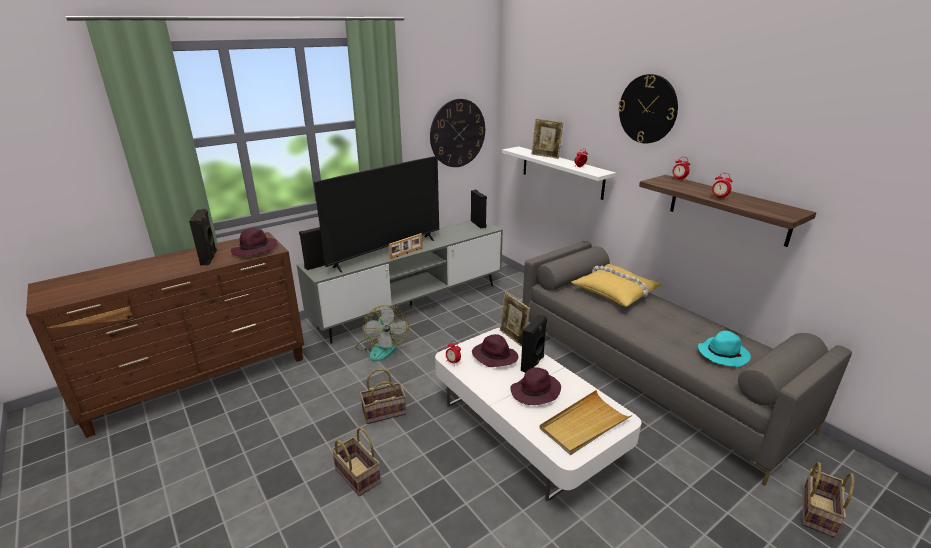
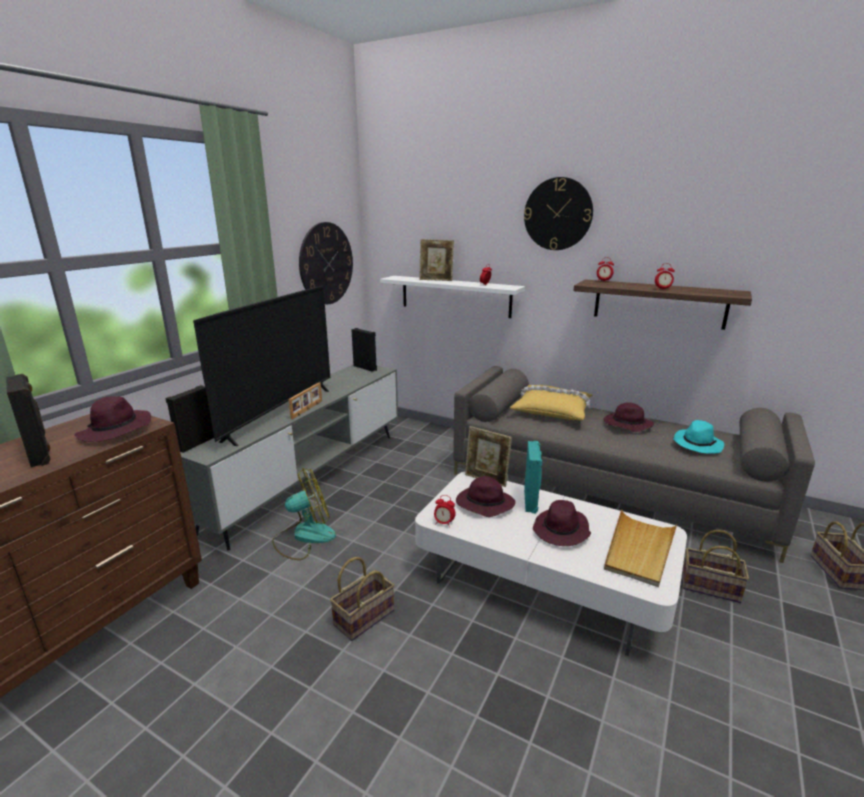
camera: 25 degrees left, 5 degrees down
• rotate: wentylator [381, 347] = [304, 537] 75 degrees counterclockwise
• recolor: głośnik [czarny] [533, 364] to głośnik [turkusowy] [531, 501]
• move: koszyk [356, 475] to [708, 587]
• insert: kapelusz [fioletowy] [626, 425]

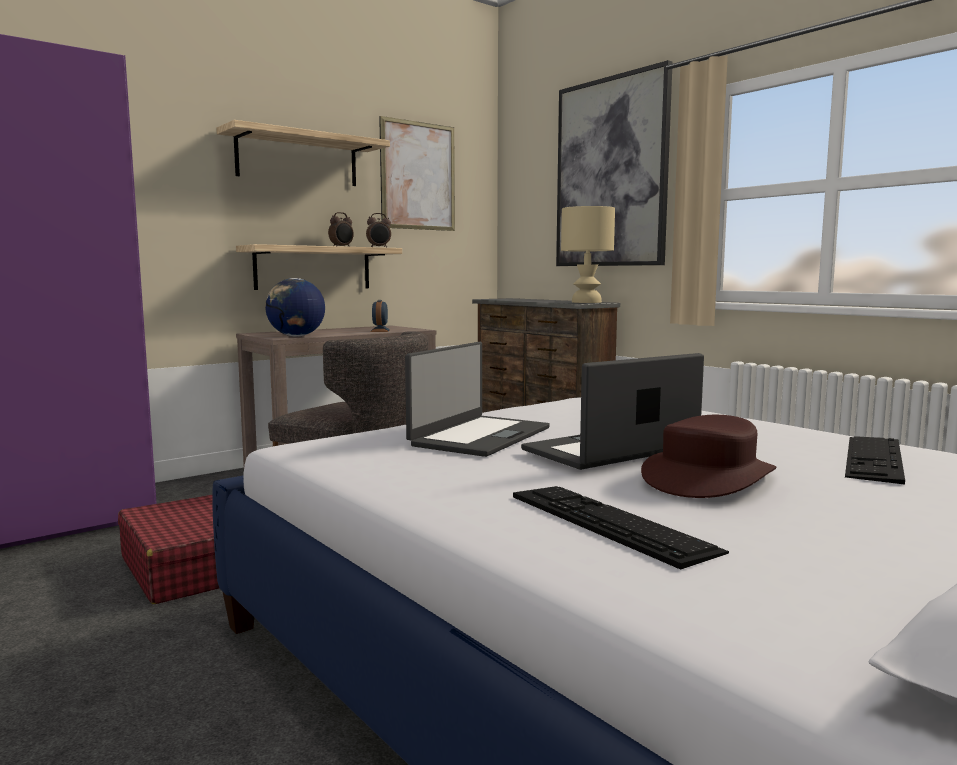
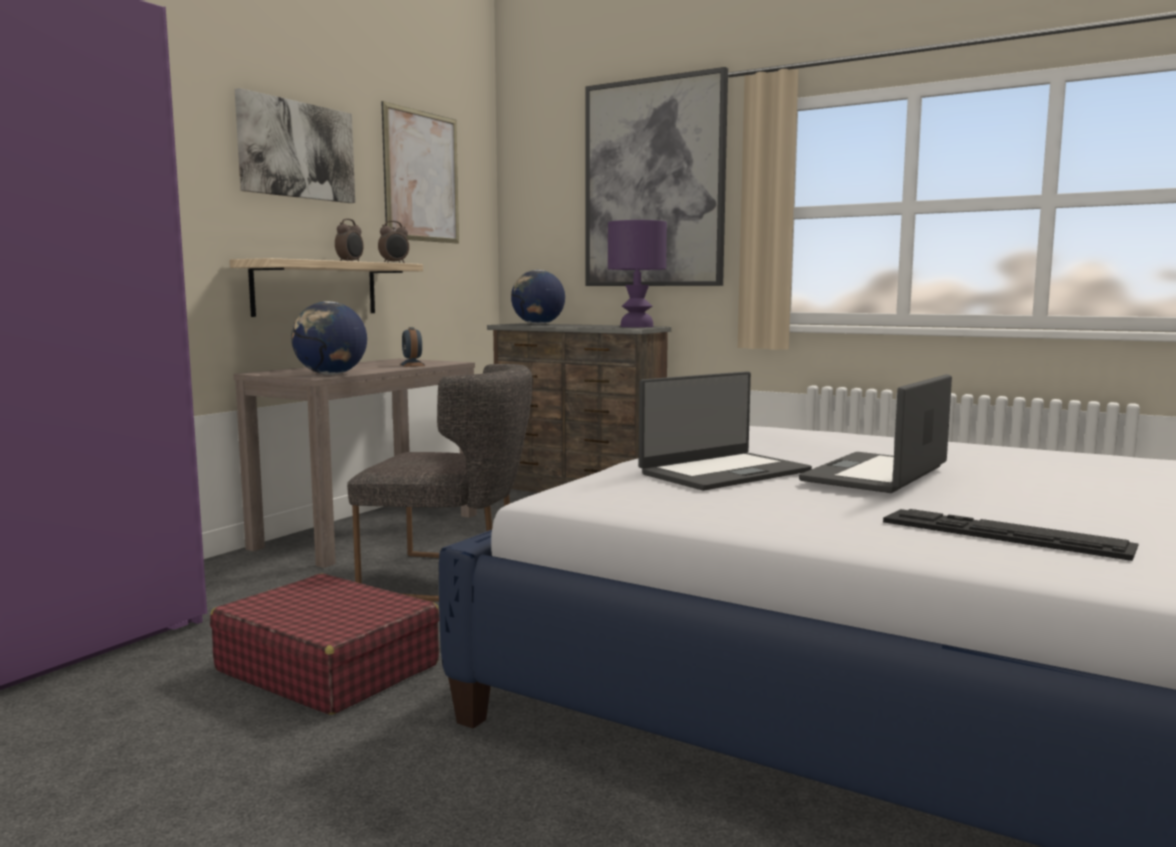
camera: 20 degrees left, 0 degrees up
• replace: półka [297, 159] to obraz [296, 150]
• recolor: lampa stołowa [beżowy] [585, 302] to lampa stołowa [fioletowy] [636, 326]
• rotate: laptop [479, 436] = [723, 472] 45 degrees clockwise
• delete: kapelusz [brązowy] [707, 477]
• delete: klawiatura [873, 458]
• insert: globus [538, 324]

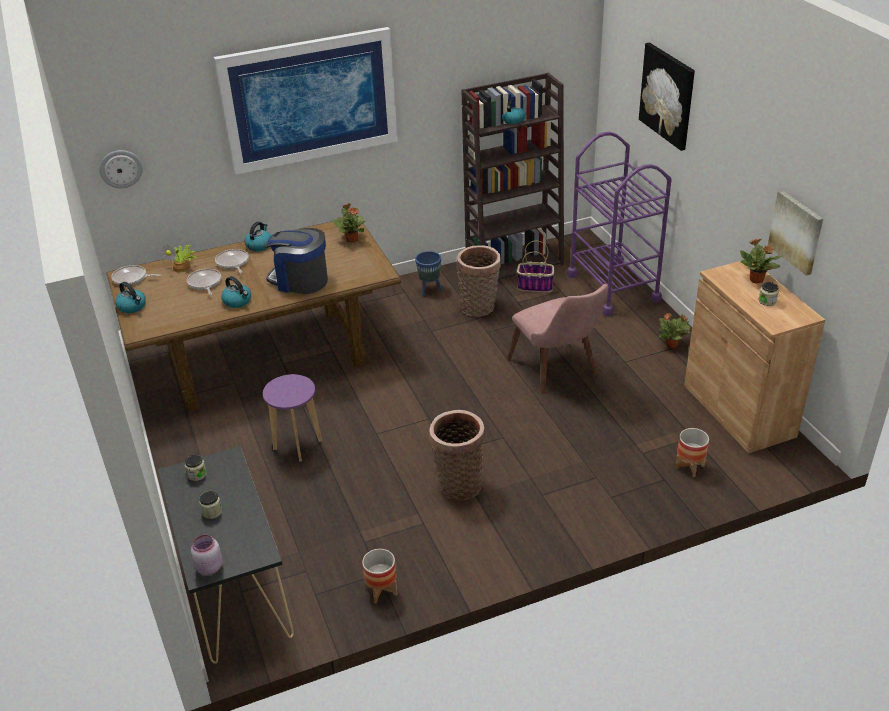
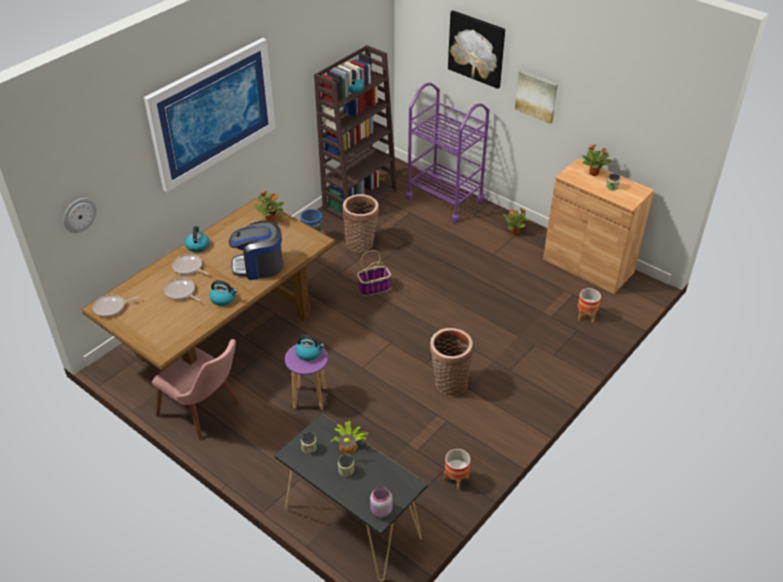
camera: 30 degrees left, 5 degrees up
• move: obraz [796, 232] to [536, 96]
• move: koszyk [535, 286] to [374, 287]
• move: roślina doniczkowa [183, 267] to [349, 445]
• move: czajnik [132, 307] to [309, 353]
• move: krzesło [różowy] [559, 371] to [206, 412]

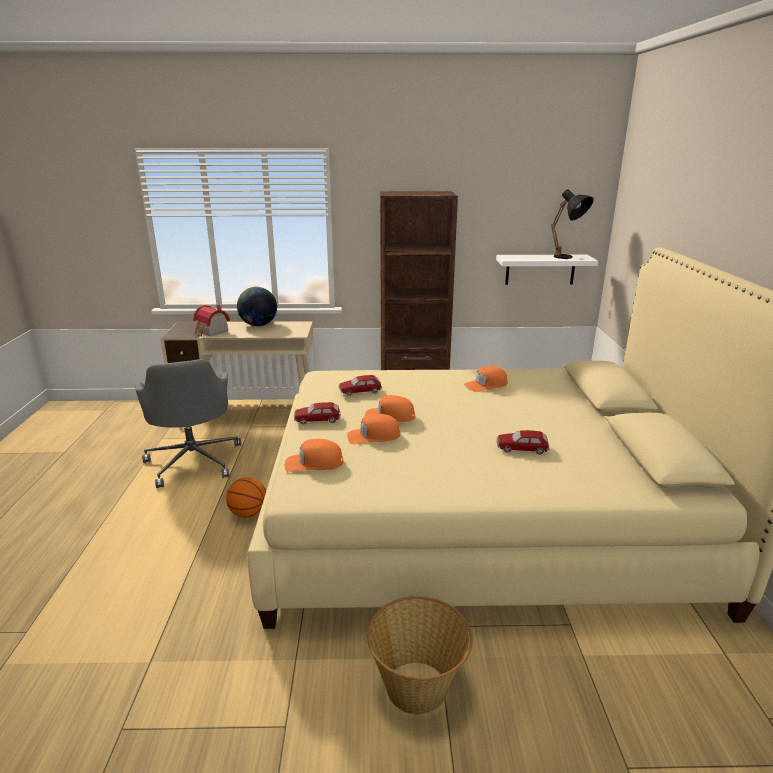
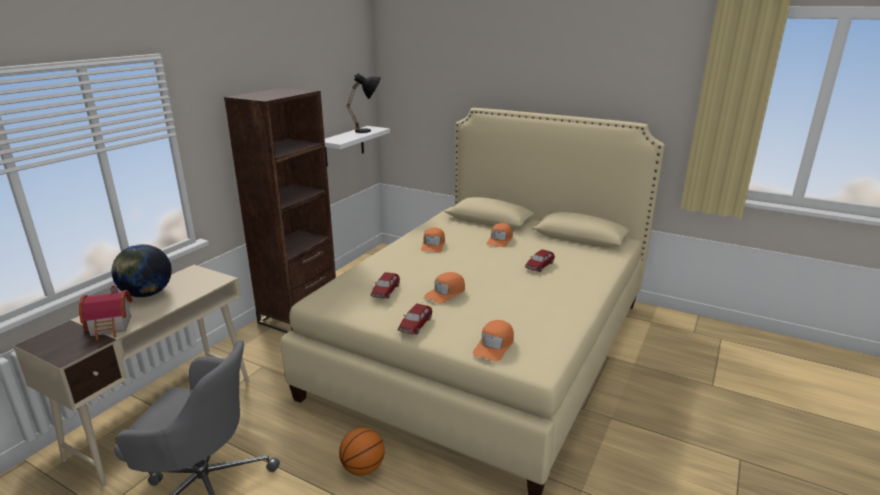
camera: 60 degrees left, 0 degrees up
• move: czapka z daszkiem [pomarańczowy] [373, 436] to [500, 240]
• delete: koszyk [418, 687]

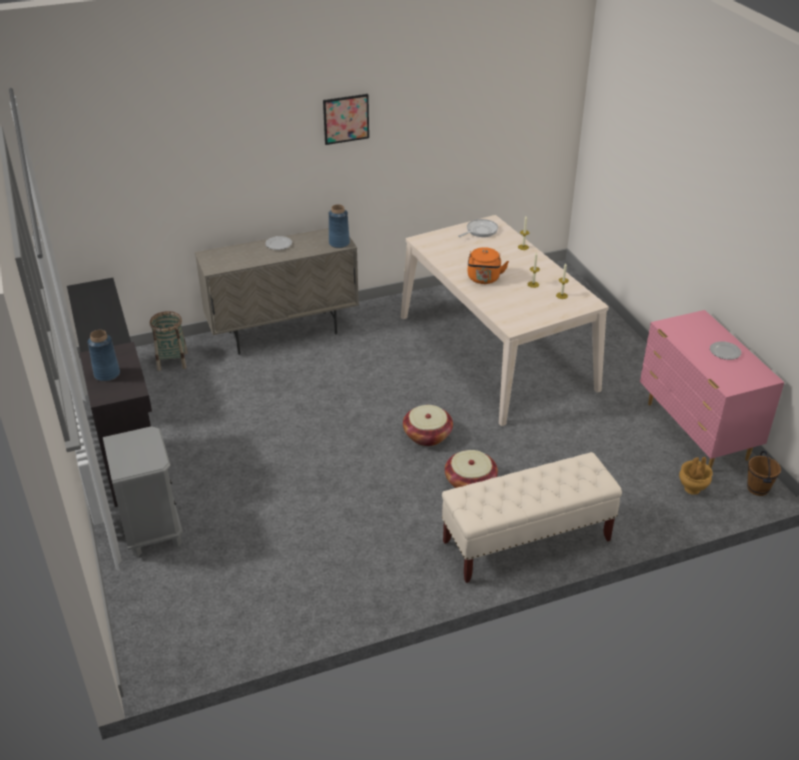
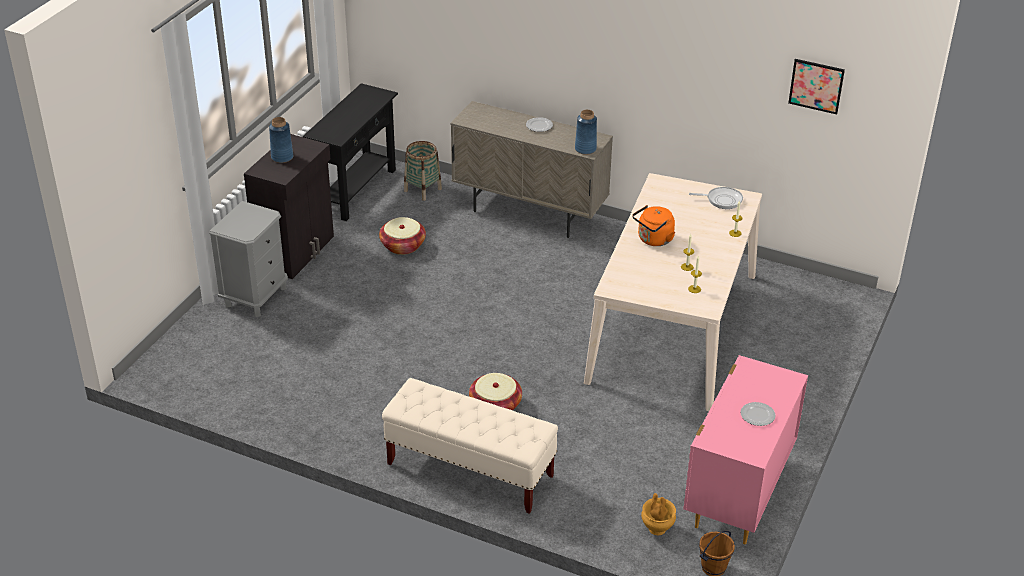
camera: 45 degrees right, 0 degrees up
• move: obraz [346, 119] to [816, 86]
• move: koszyk [427, 435] to [403, 246]

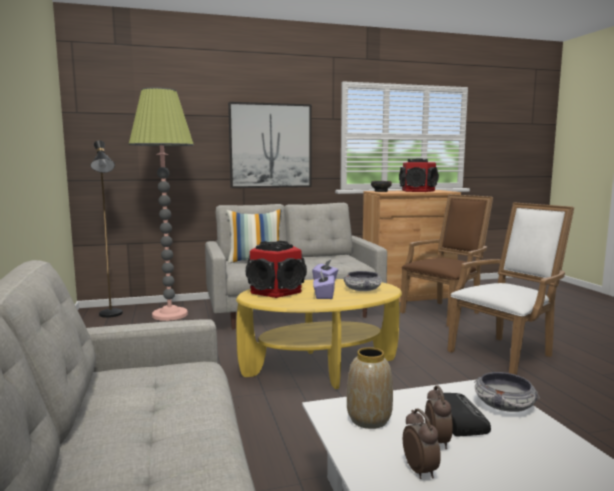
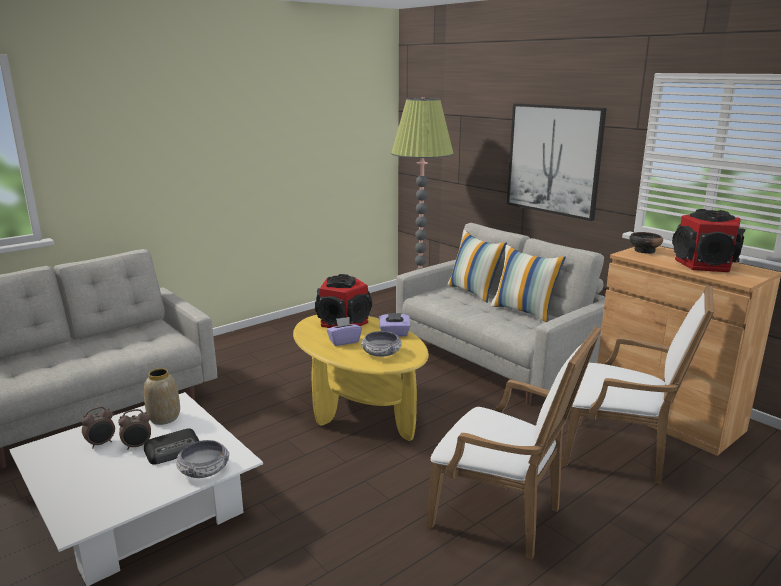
camera: 65 degrees right, 10 degrees up
• delete: lampa stojąca [czarny] [112, 316]
• recolor: fotel [brązowy] [444, 312] to fotel [biały] [623, 454]
• insert: poduszka [524, 311]

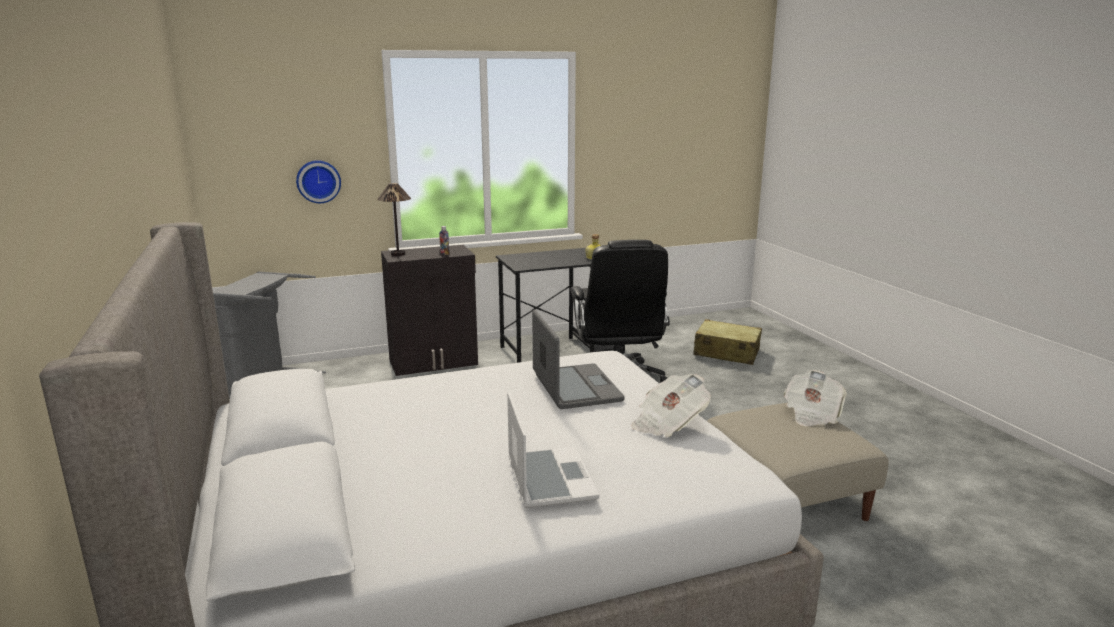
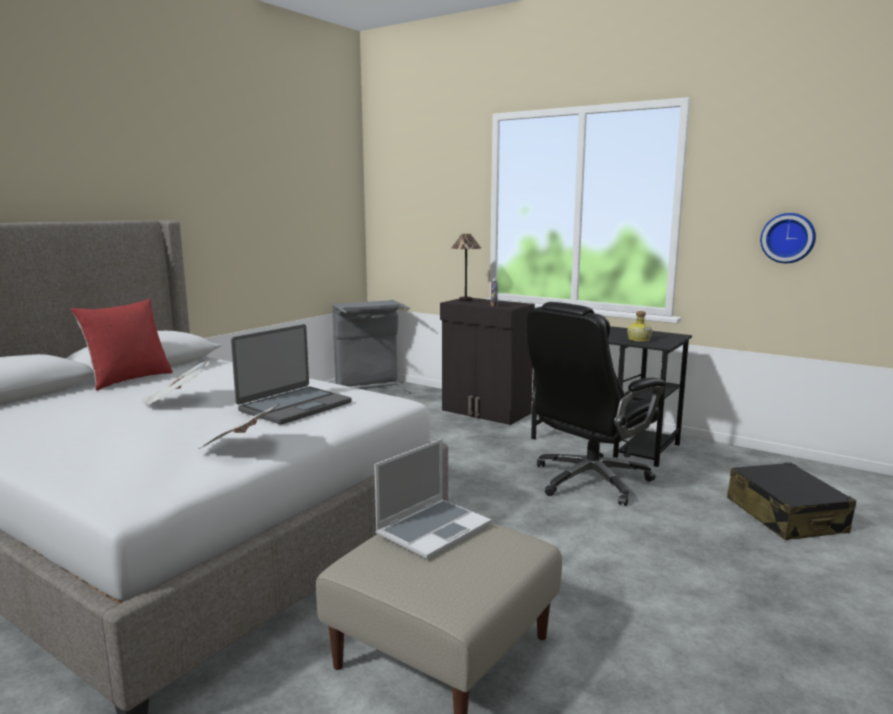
camera: 55 degrees right, 5 degrees down
• move: zegar ścienny [318, 181] to [788, 238]
• recolor: walizka [beżowy] [726, 353] to walizka [czarny] [785, 516]
• move: gazeta [812, 414] to [175, 401]
• move: laptop [548, 479] to [433, 529]
• insert: poduszka [czerwony] [128, 379]

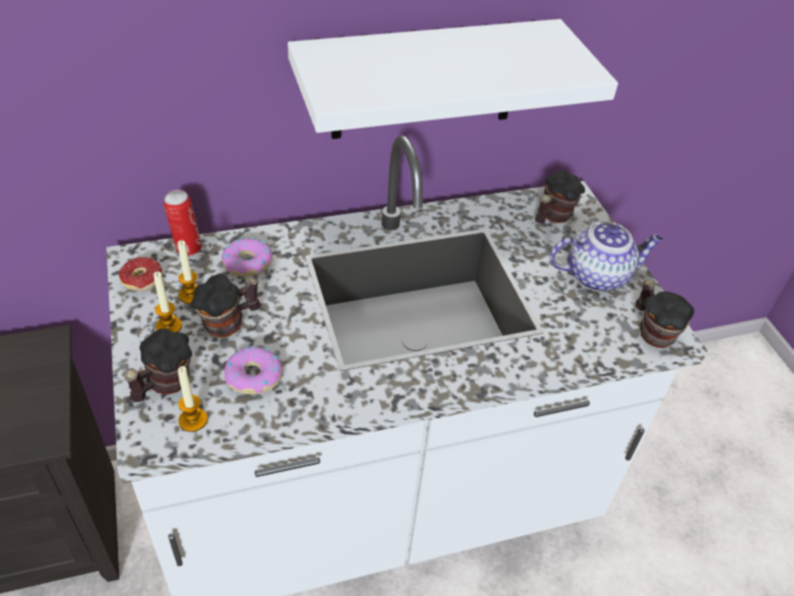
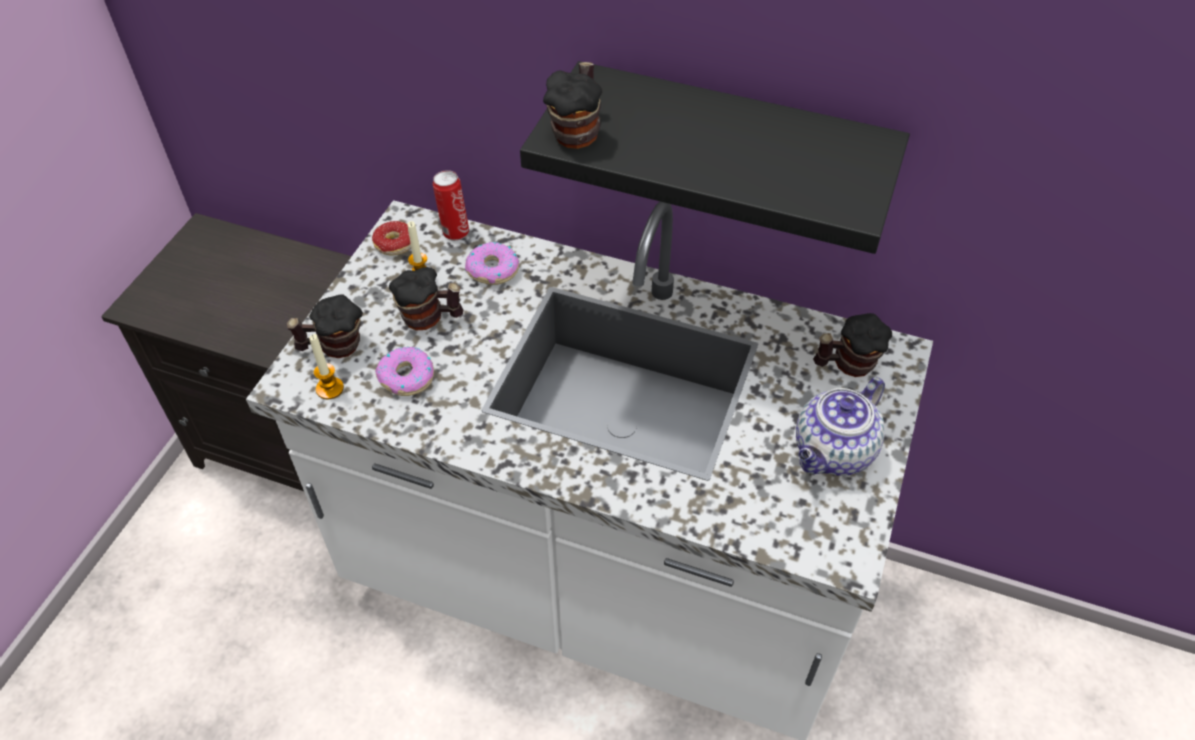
camera: 40 degrees right, 5 degrees up
• recolor: półka [biały] [425, 80] to półka [czarny] [731, 149]
• rotate: imbryk [597, 275] = [833, 453] 105 degrees clockwise
• delete: świeca [169, 326]
• move: kubek [652, 331] to [578, 131]

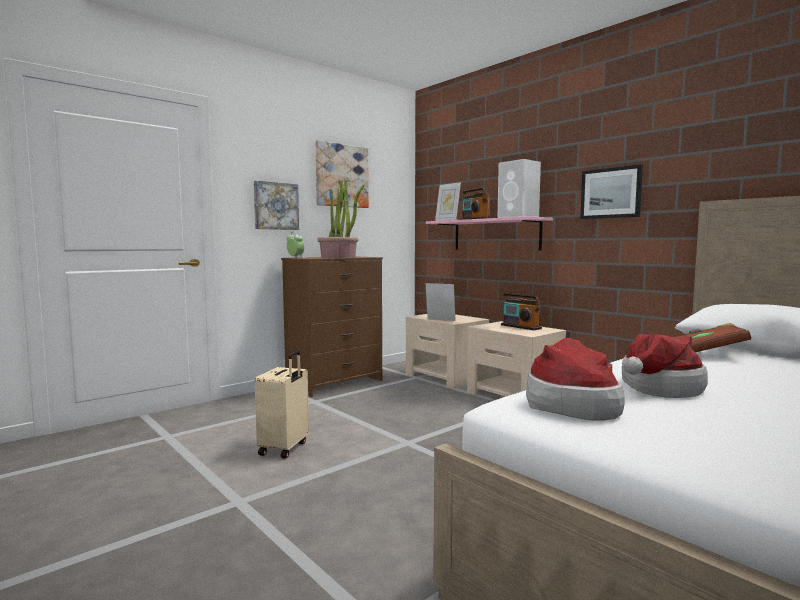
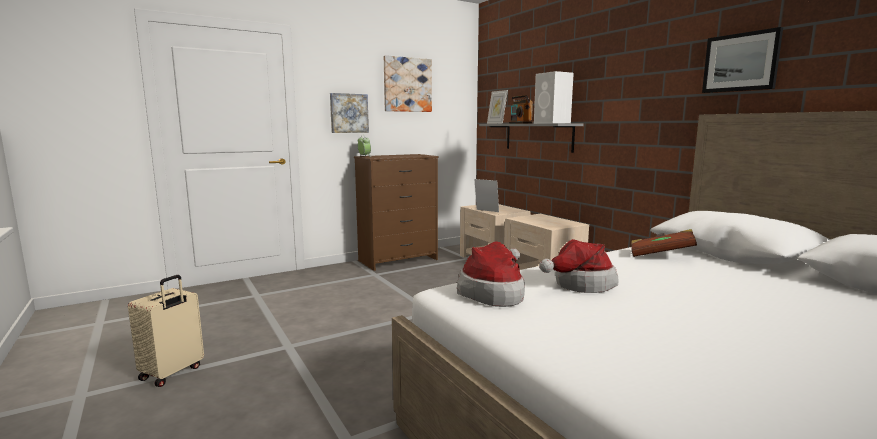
camera: 10 degrees right, 5 degrees up
• move: obraz [611, 193] to [741, 62]
• delete: roślina doniczkowa [338, 257]
• recolor: półka [różowy] [495, 235] to półka [szary] [538, 137]
• delete: radio [520, 327]
• move: walizka [beżowy] [285, 448] to [172, 373]

